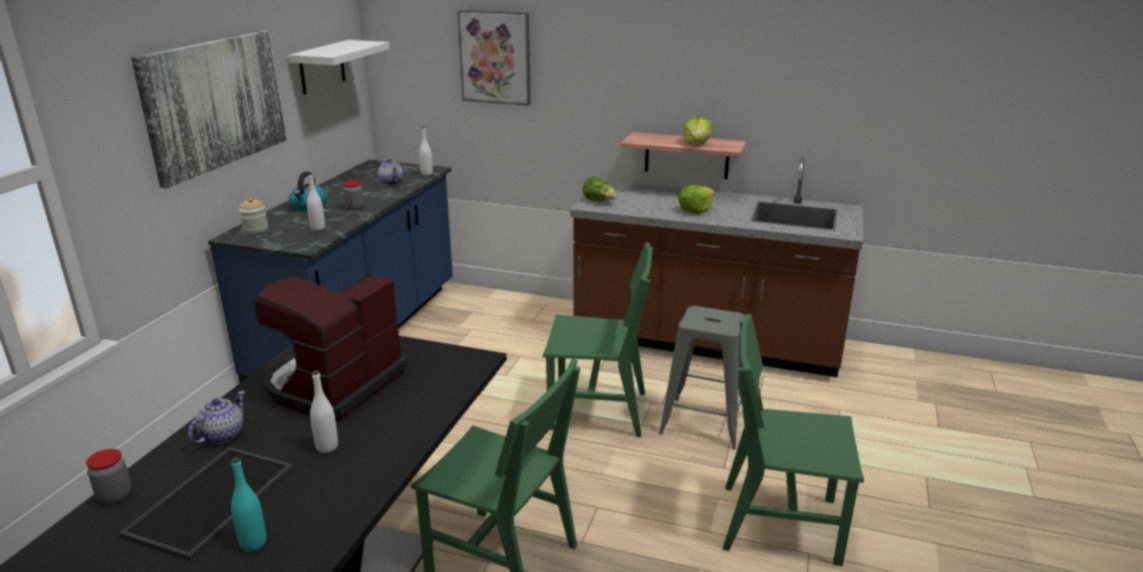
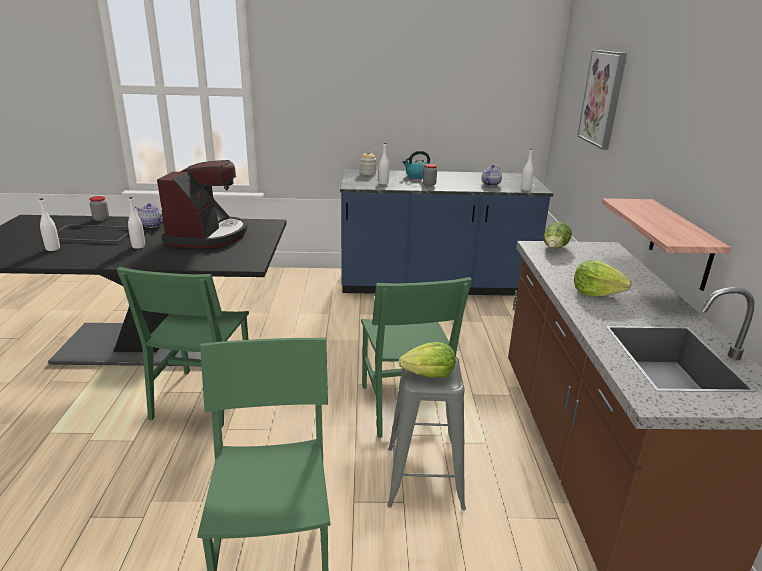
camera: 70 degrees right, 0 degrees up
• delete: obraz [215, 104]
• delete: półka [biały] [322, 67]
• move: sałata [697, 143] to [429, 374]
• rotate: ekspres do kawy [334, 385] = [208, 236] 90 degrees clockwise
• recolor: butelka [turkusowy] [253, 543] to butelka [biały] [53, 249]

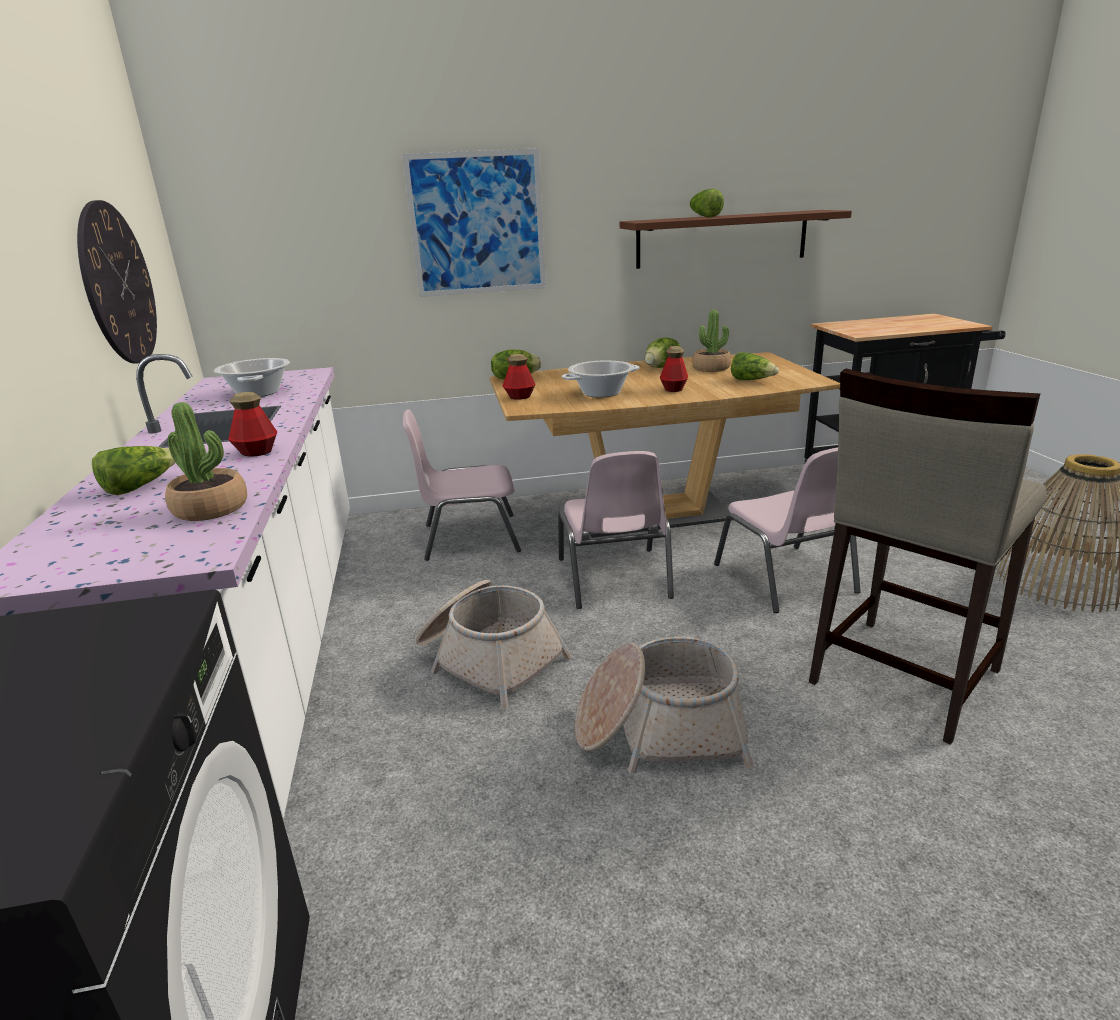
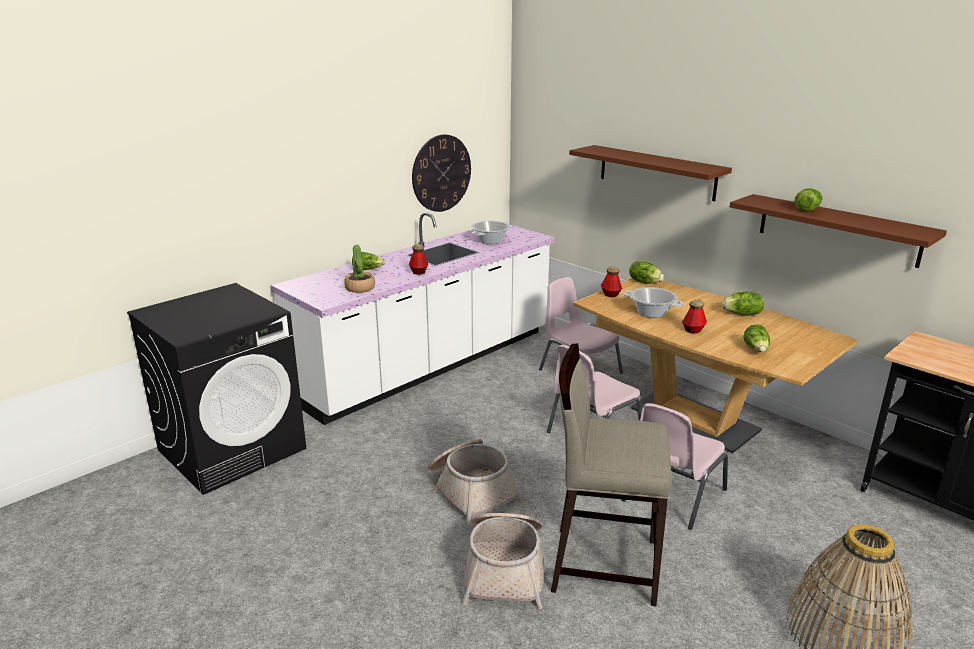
camera: 55 degrees right, 0 degrees up
• replace: obraz [477, 224] to półka [brązowy] [656, 172]
• delete: roślina doniczkowa [711, 368]
• move: koszyk [489, 659] to [505, 569]

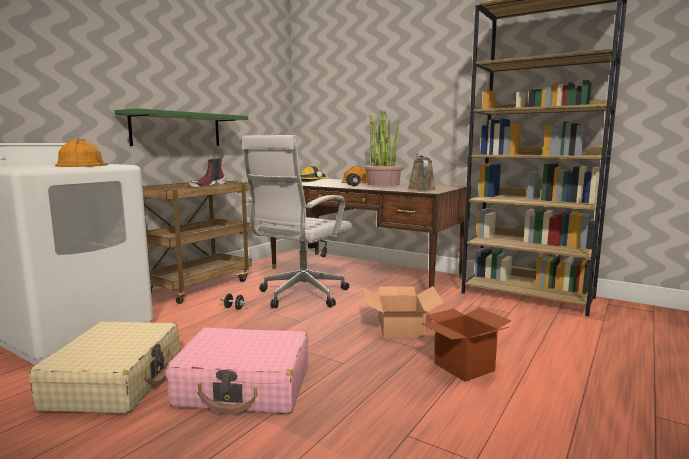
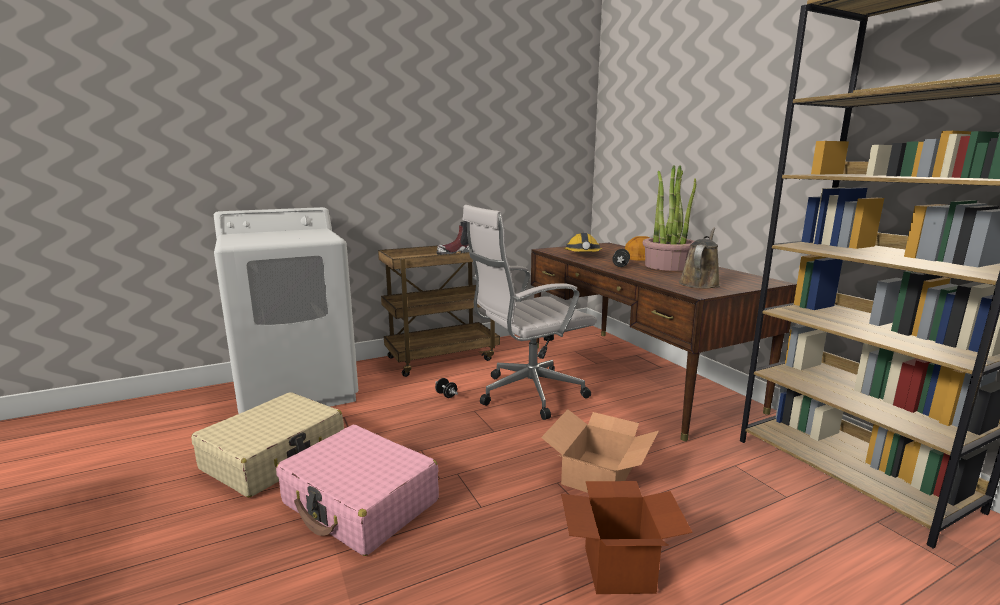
camera: 30 degrees right, 5 degrees up
• delete: półka [zielony] [177, 129]
• delete: kask [pomarańczowy] [83, 165]

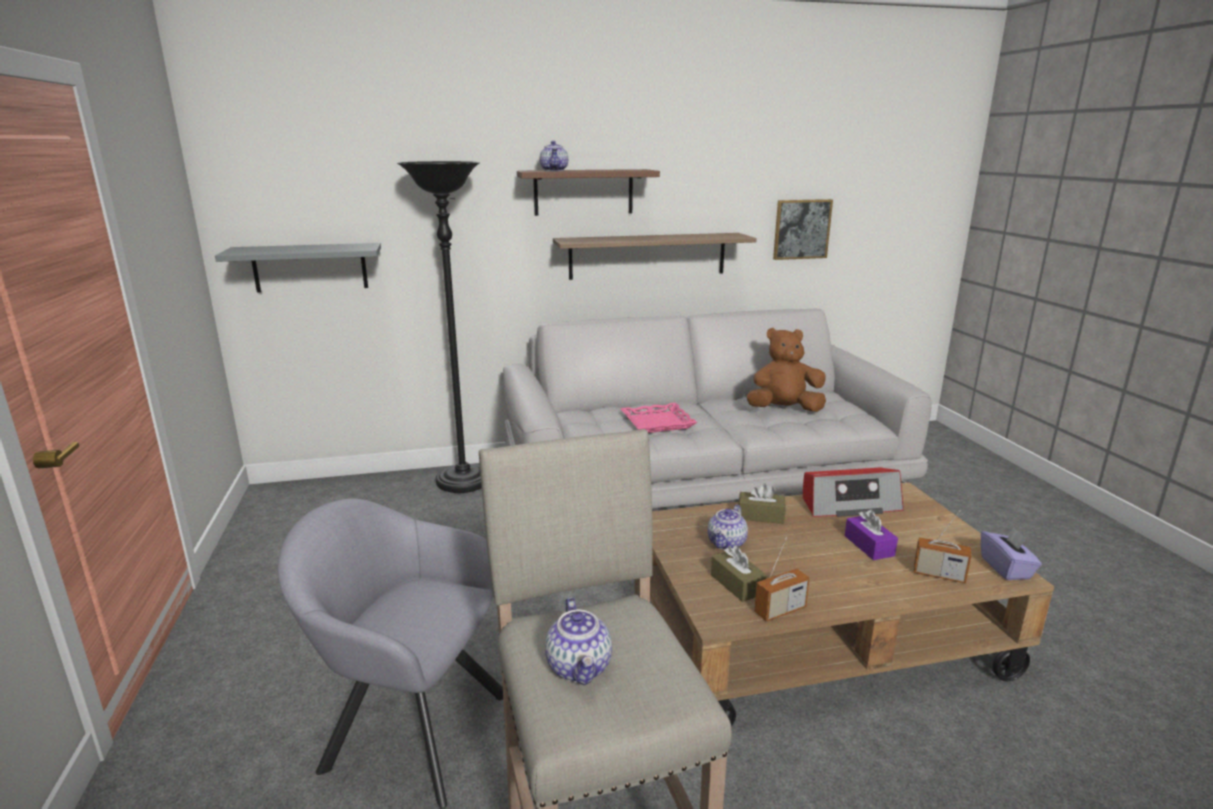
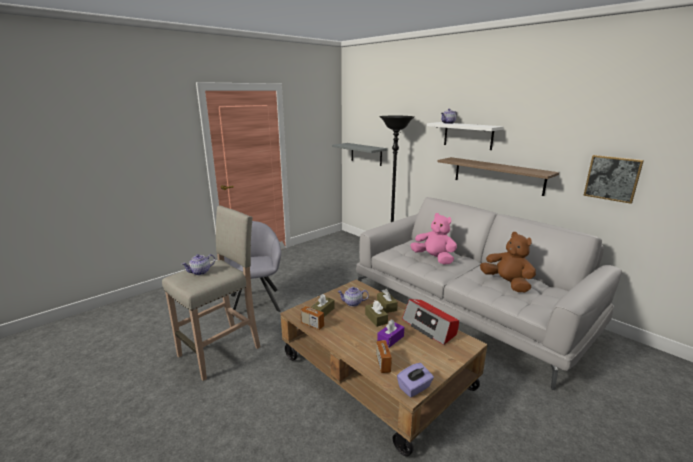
camera: 60 degrees right, 0 degrees up
• recolor: półka [brązowy] [583, 192] to półka [biały] [468, 135]
• replace: taca [różowy] [657, 422] to pluszak [różowy] [434, 258]
• insert: pudełko chusteczek [brązowy] [376, 319]

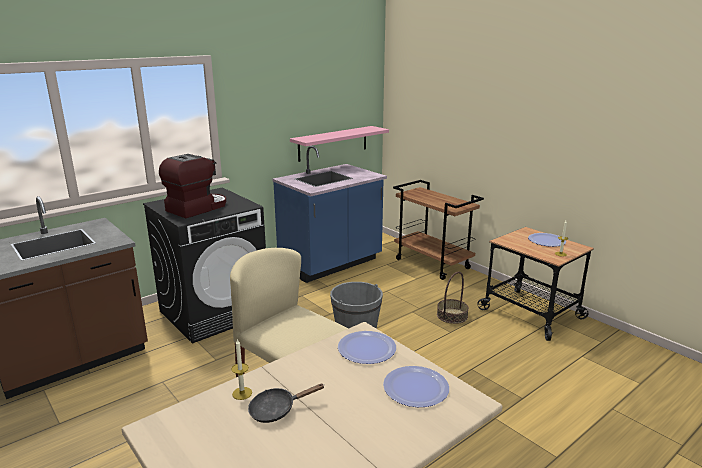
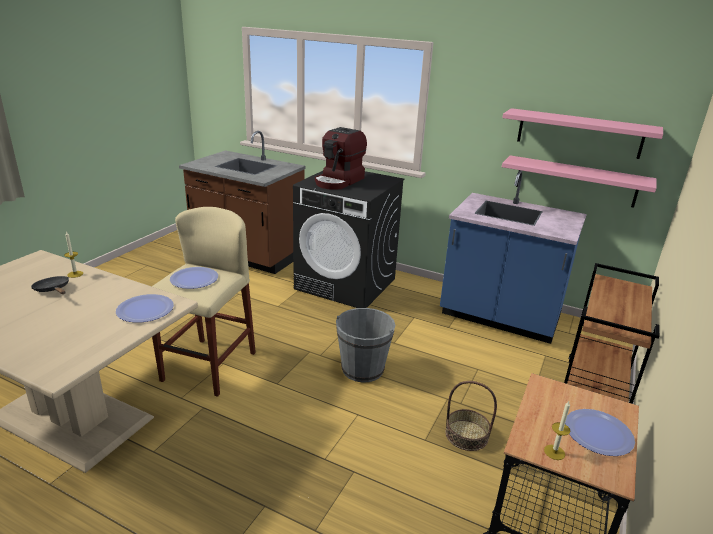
camera: 65 degrees right, 5 degrees up
• rotate: ekspres do kawy [197, 208] = [339, 181] 105 degrees clockwise
• move: talerz [415, 387] to [194, 279]
• insert: półka [różowy] [579, 133]

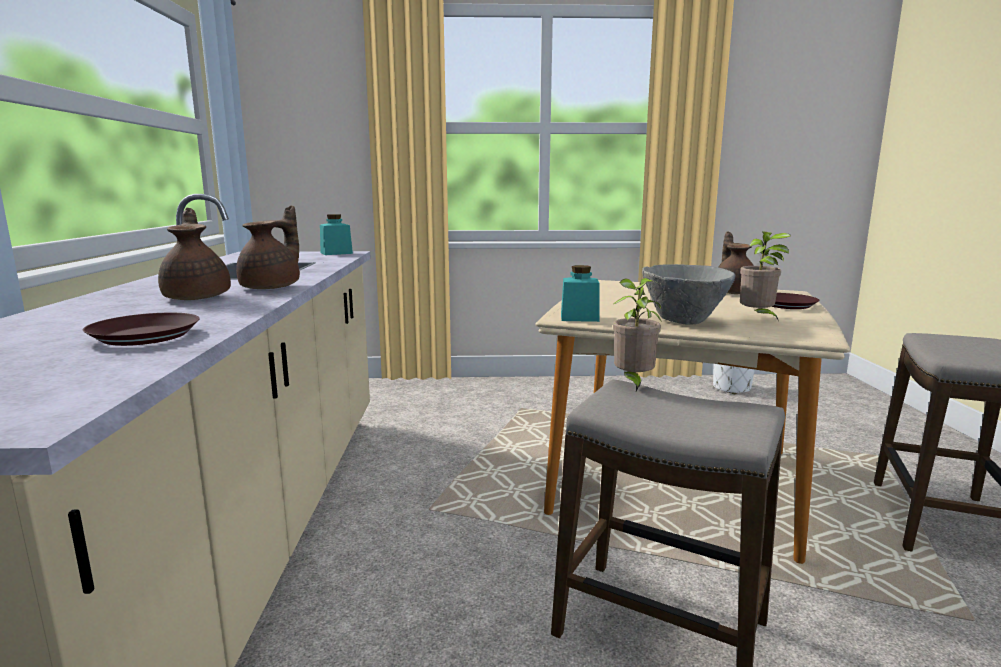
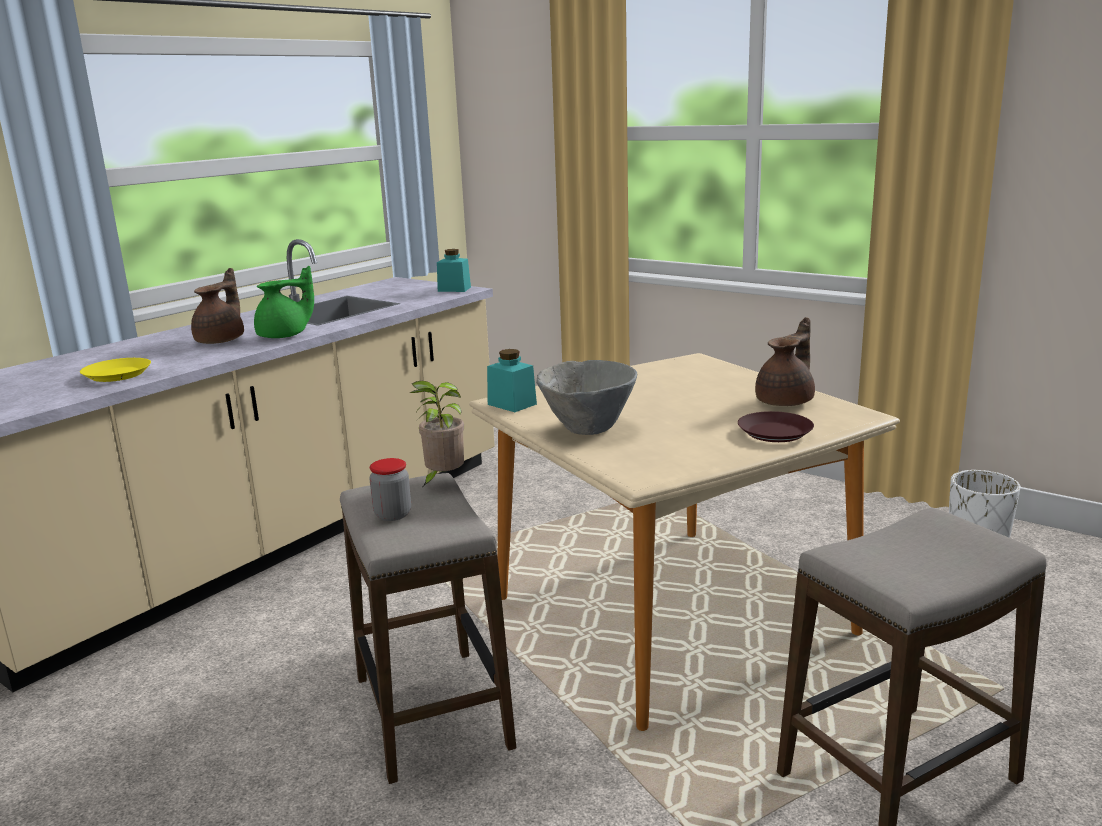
camera: 40 degrees right, 5 degrees up
• recolor: imbryk [brązowy] [273, 287] to imbryk [zielony] [285, 336]
• delete: roślina doniczkowa [757, 318]
• recolor: talerz [brązowy] [144, 336] to talerz [żółty] [116, 375]
• insert: słoik [393, 514]

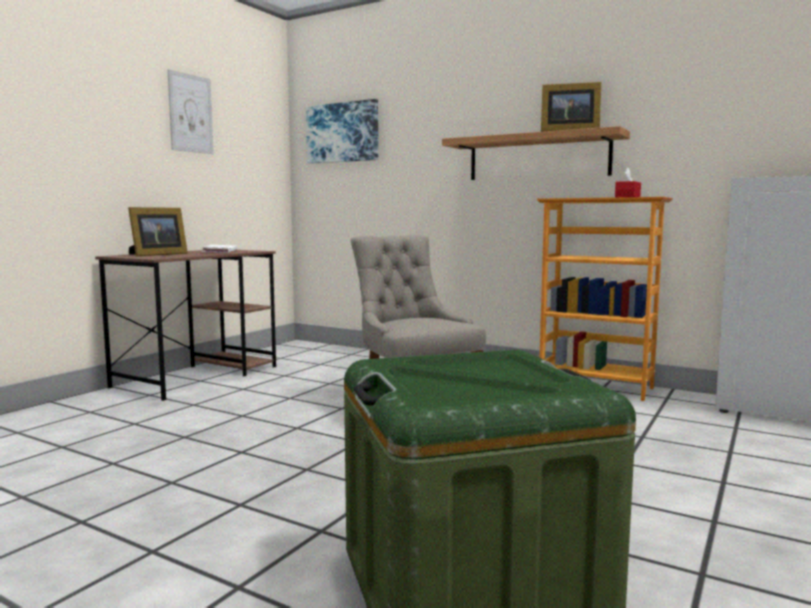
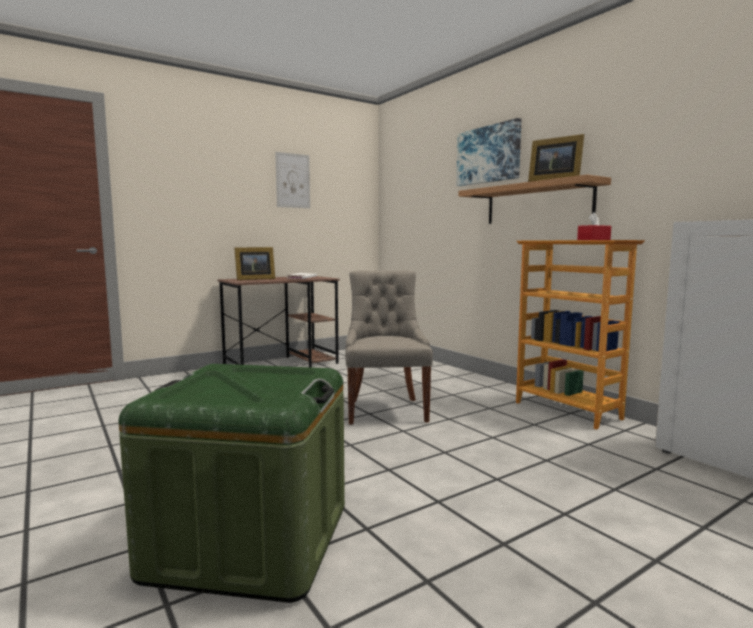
camera: 25 degrees right, 0 degrees up
• move: obraz [343, 132] to [488, 155]

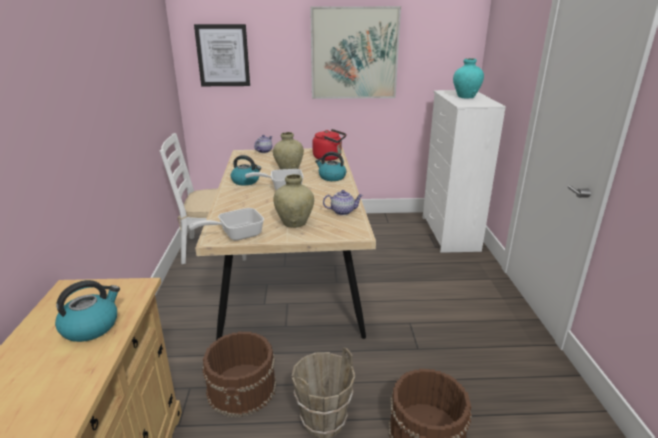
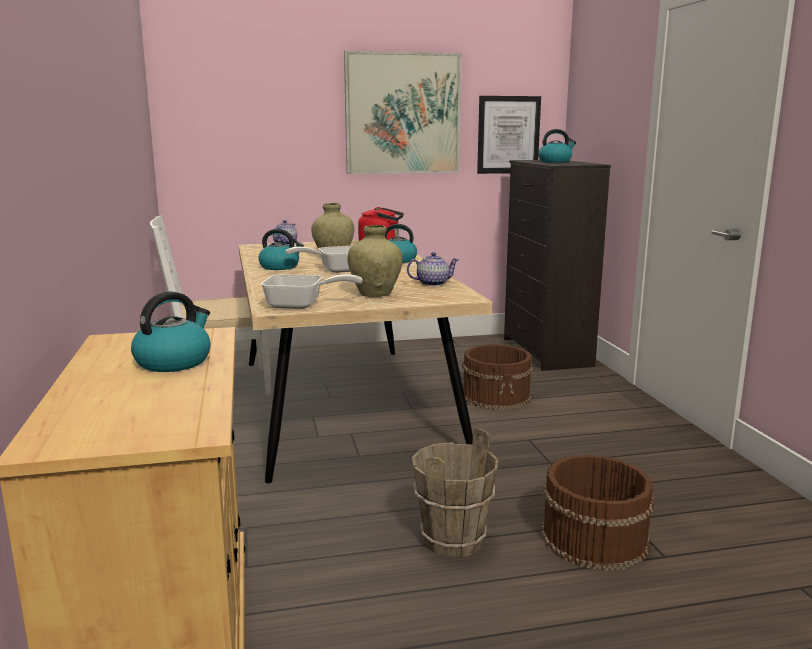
camera: 10 degrees left, 10 degrees down
• move: obraz [223, 55] to [508, 135]
• replace: wazon [turkusowy] [465, 97] to czajnik [555, 161]
• recolor: komoda [biały] [449, 234] to komoda [czarny] [546, 352]
• rotate: patelnia [236, 235] = [301, 305] 135 degrees counterclockwise
• move: wiadro [brązowy] [242, 388] to [497, 396]

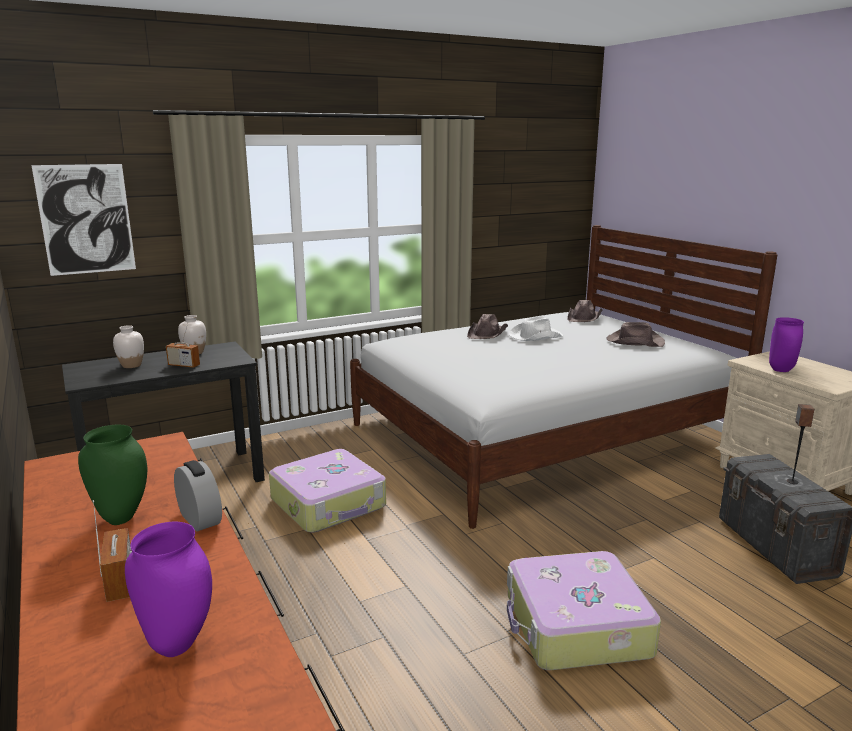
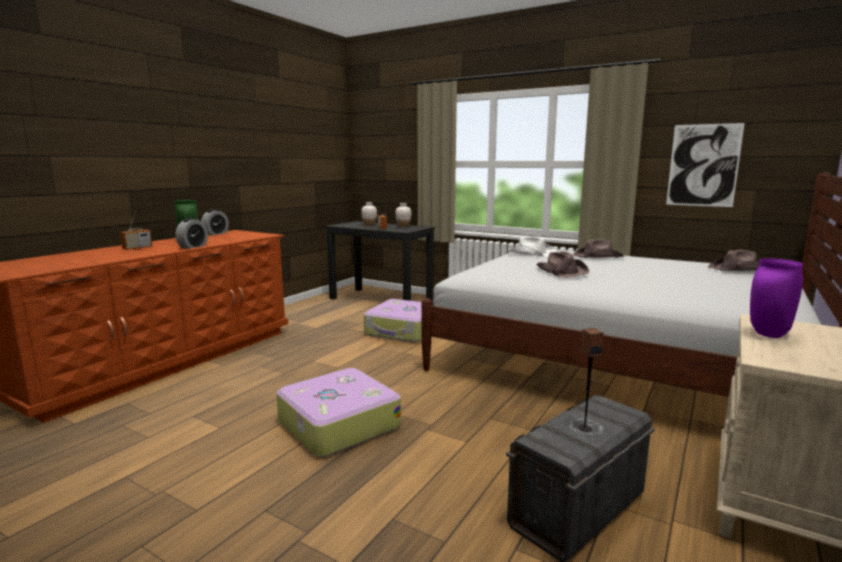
camera: 60 degrees right, 5 degrees down
• move: obraz [86, 219] to [703, 165]
• move: kapelusz [biały] [535, 336] to [531, 253]
• move: kapelusz [brązowy] [634, 341] to [562, 272]
• delete: wazon [fioletowy] [176, 646]
• insert: budzik [215, 233]

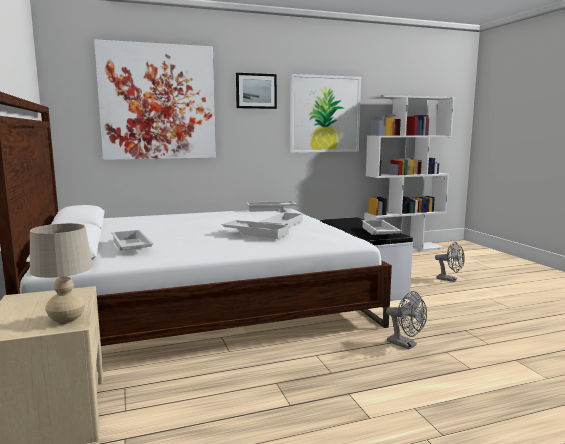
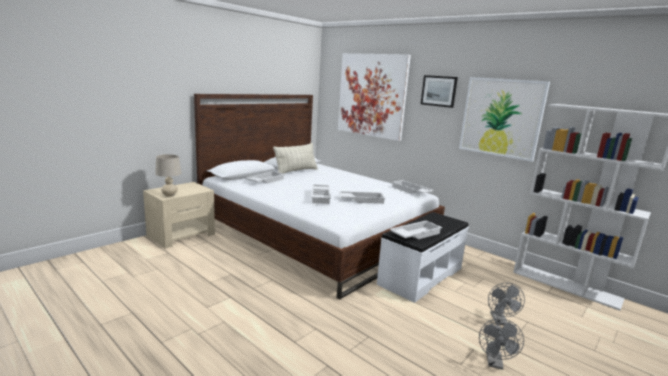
camera: 60 degrees right, 5 degrees up
• move: wentylator [szary] [406, 345] to [495, 363]
• insert: poduszka [296, 171]

